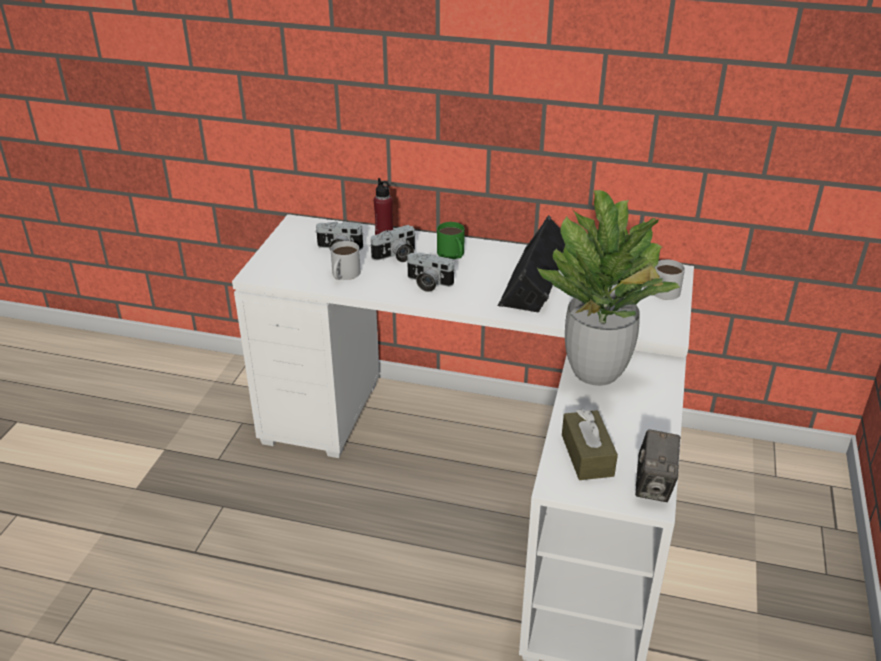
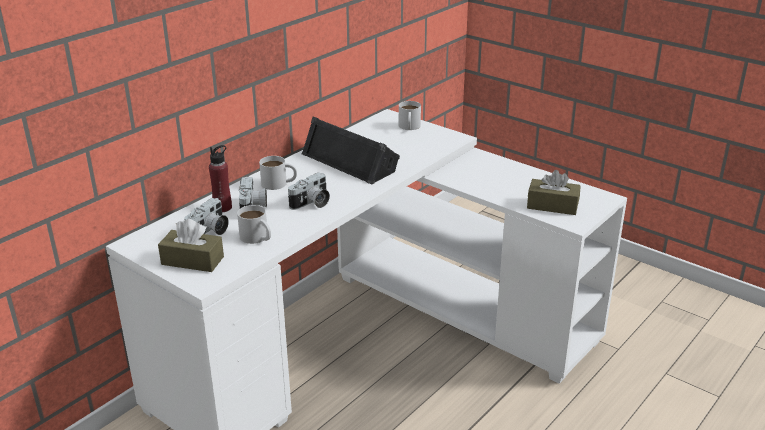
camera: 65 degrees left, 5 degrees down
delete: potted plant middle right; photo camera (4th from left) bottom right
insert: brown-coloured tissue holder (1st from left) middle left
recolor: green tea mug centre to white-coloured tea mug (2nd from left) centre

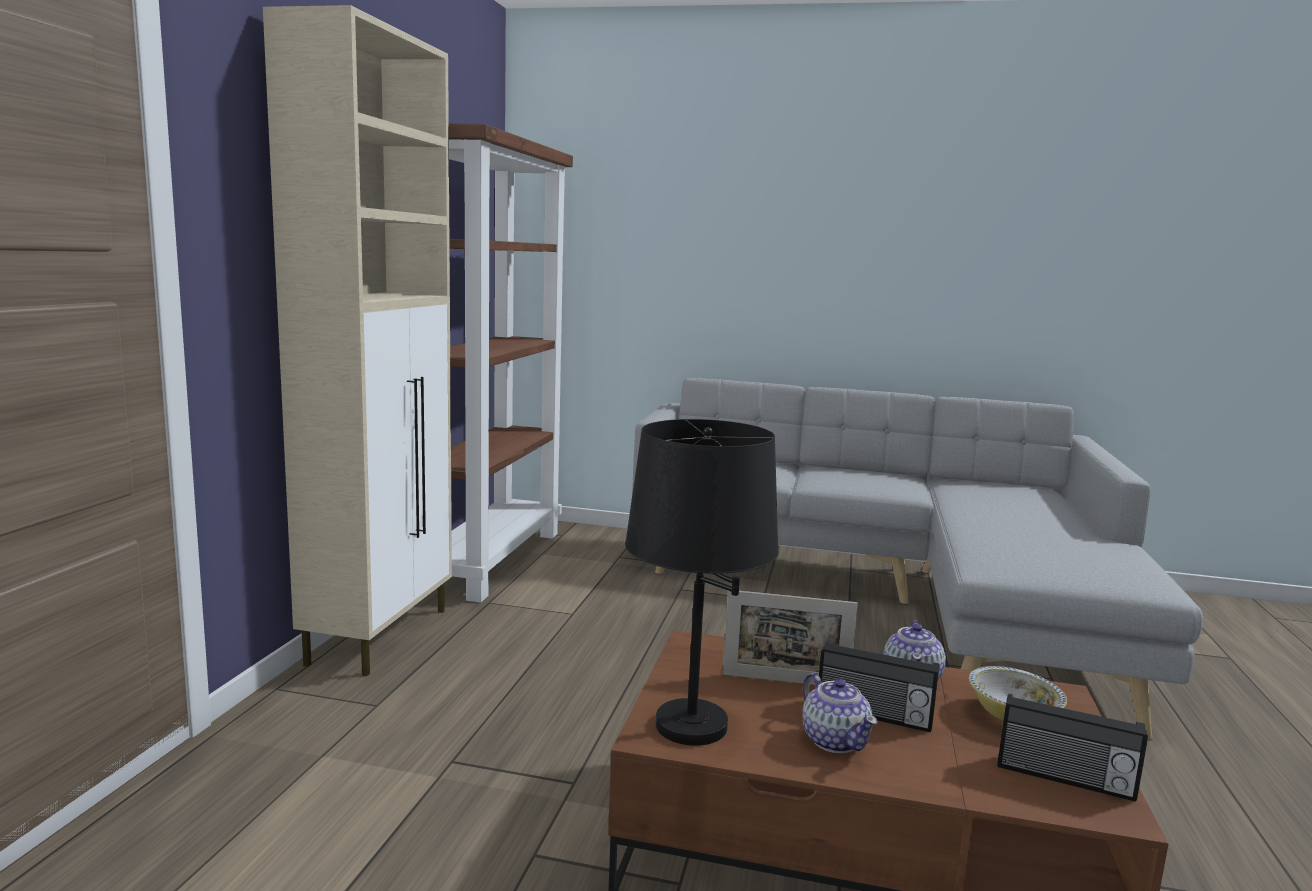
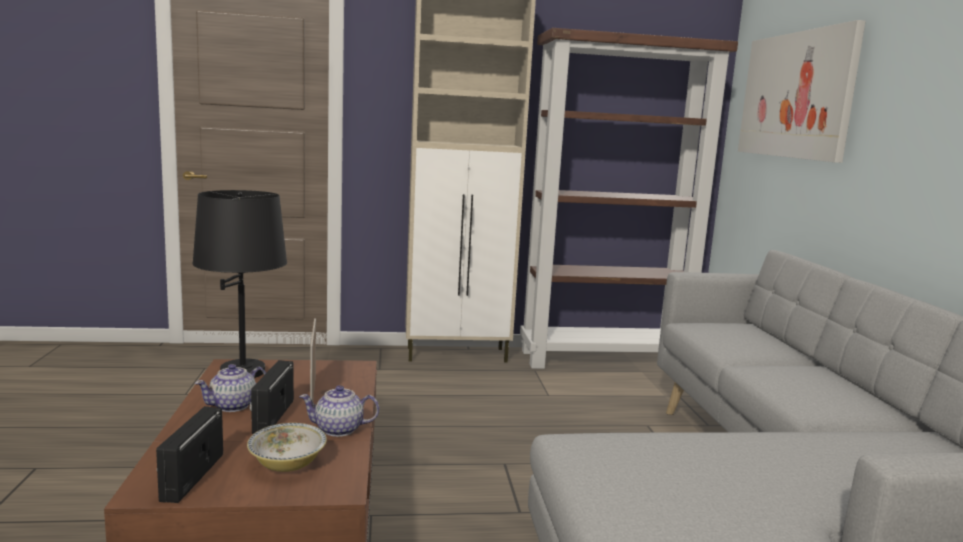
camera: 70 degrees right, 0 degrees up
insert: wall picture top right

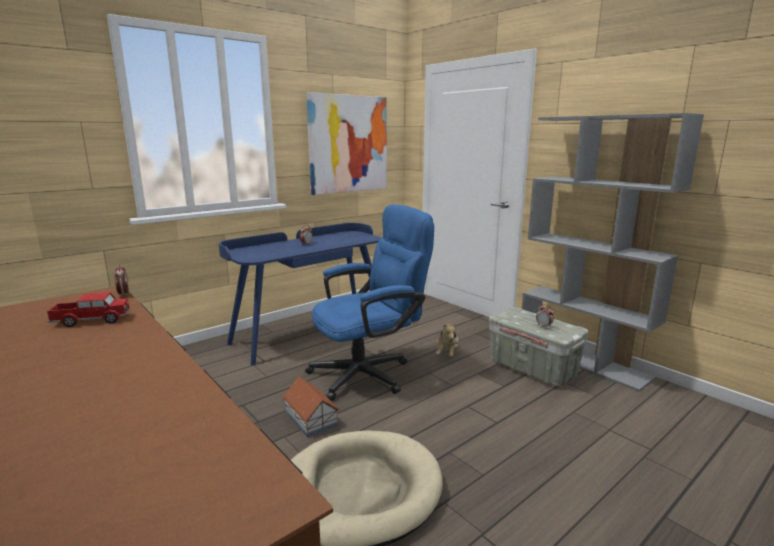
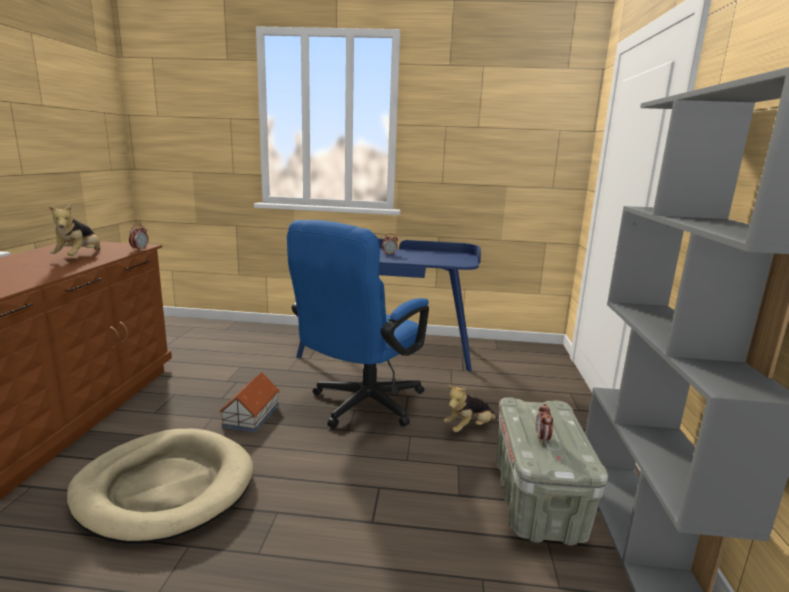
camera: 45 degrees right, 0 degrees up
delete: wall picture top centre
replace: toy lorry middle left to soft toy (1st from left) middle left
rotate: blue-coloured computer chair centre = centre 105 degrees clockwise

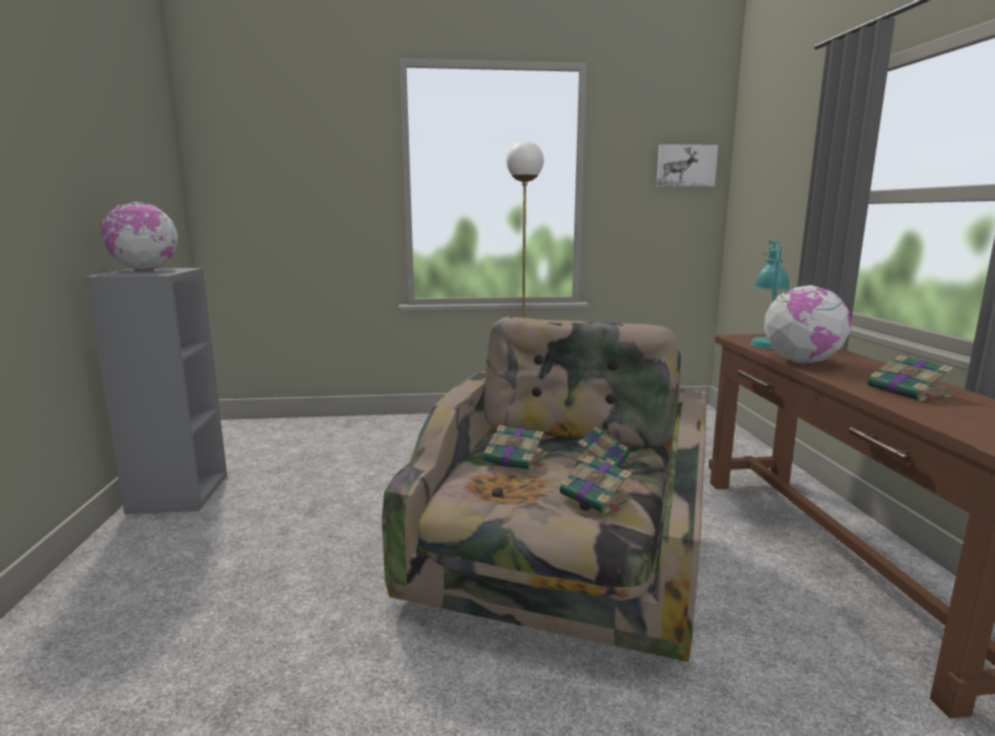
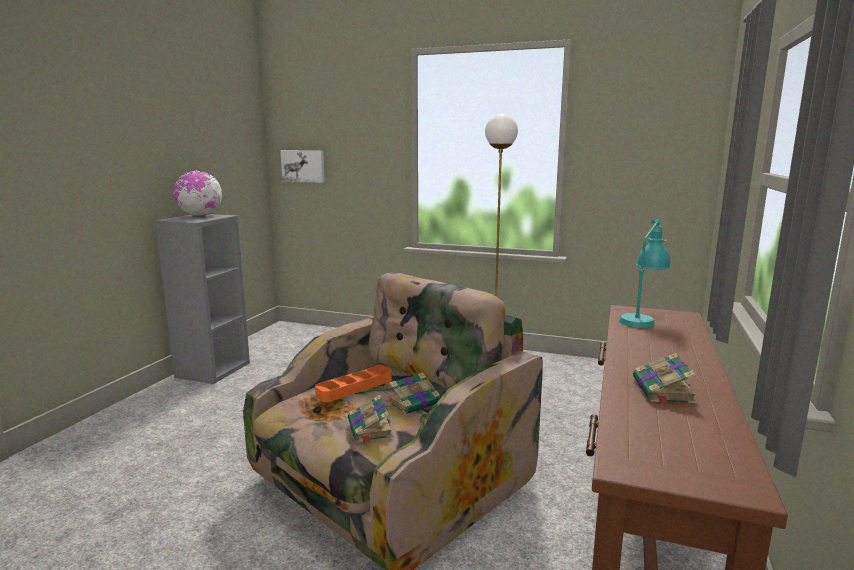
camera: 25 degrees right, 0 degrees up
delete: desk globe (2nd from left) middle right
move: wall picture top right to top centre
replace: bound book (1st from left) centre to orange-coloured carrying tray bottom centre

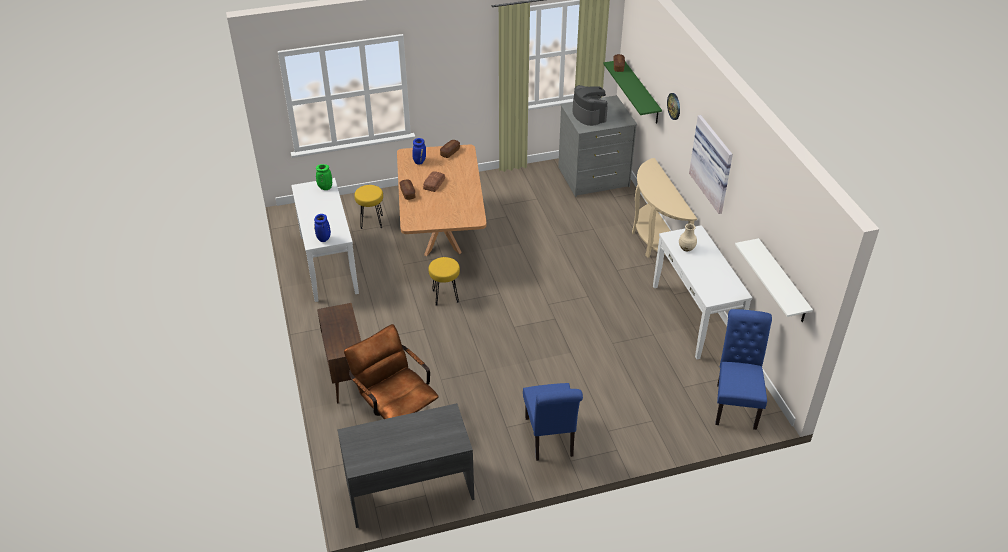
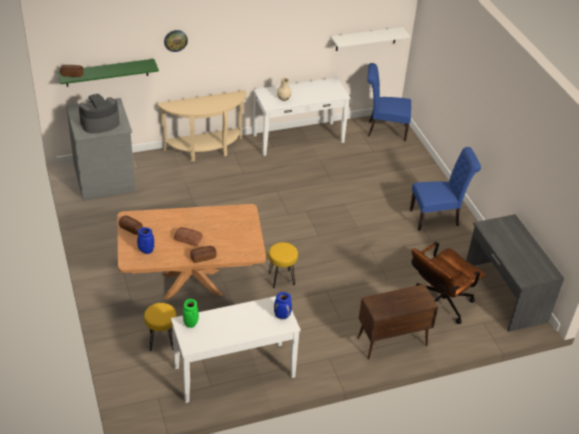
camera: 95 degrees left, 0 degrees up
delete: wall picture top right

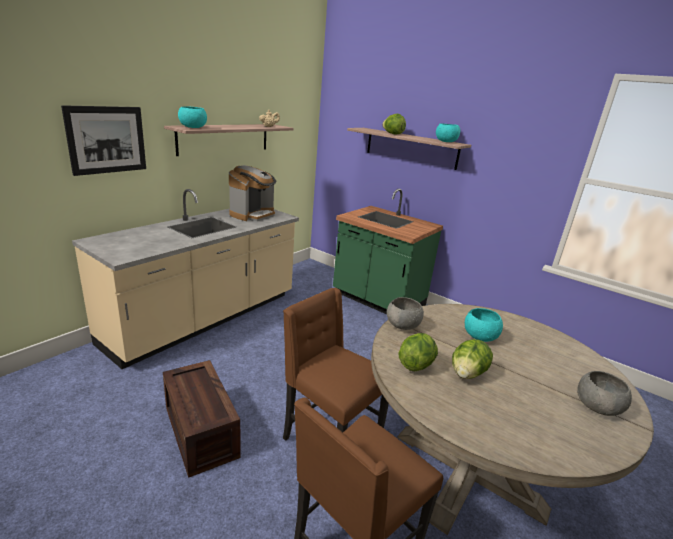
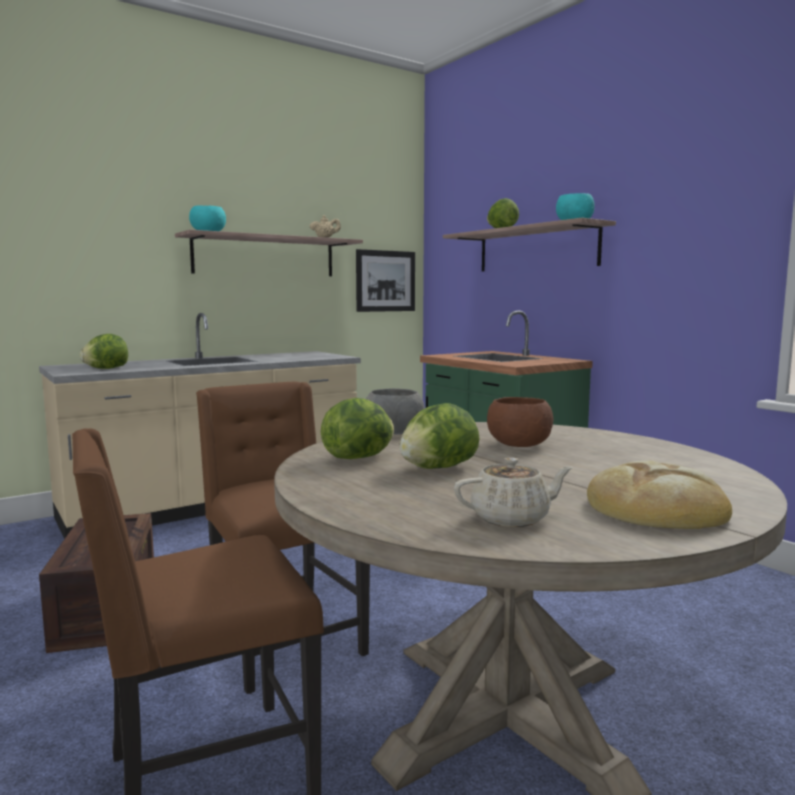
camera: 20 degrees right, 15 degrees down
delete: coffee maker centre
insert: lettuce (1st from left) middle left; sand-coloured pot for tea (2nd from left) centre
move: wall picture top left to centre
replace: greyish serving bowl (2nd from left) bottom right to bakery bread middle right
recolor: turquoise serving bowl (3rd from left) middle right to brown-coloured serving bowl centre

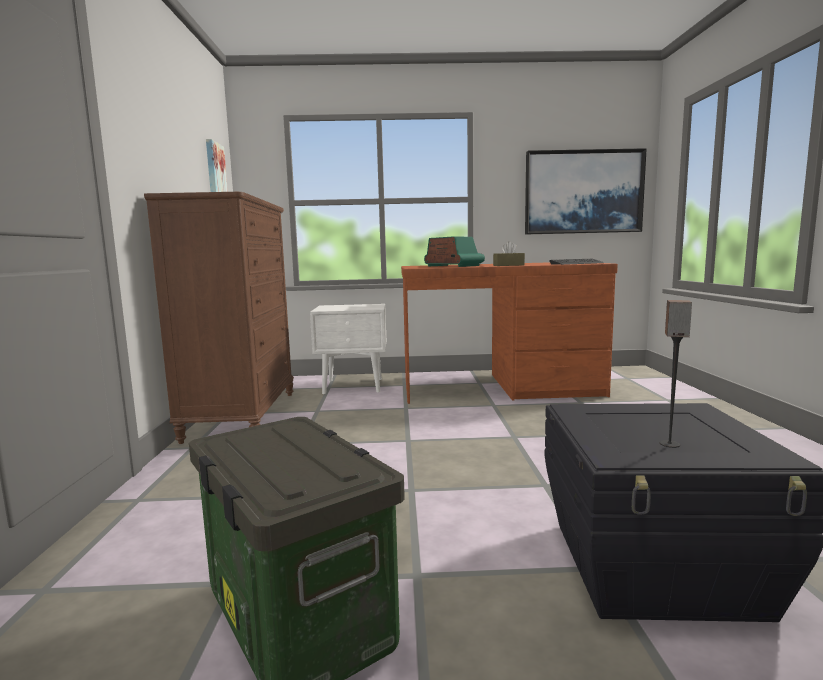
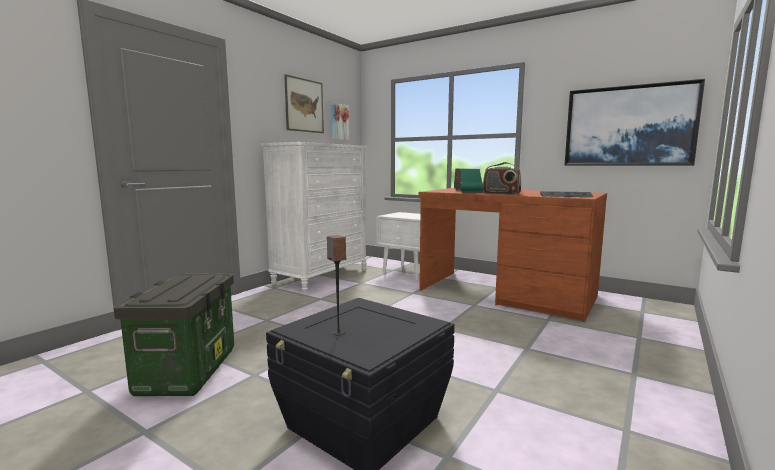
camera: 35 degrees right, 0 degrees up
insert: wall picture (1st from left) top centre
replace: brown-coloured tissue holder centre to radio receiver (2nd from left) centre
recolor: brown-coloured dresser middle left to white-coloured dresser centre

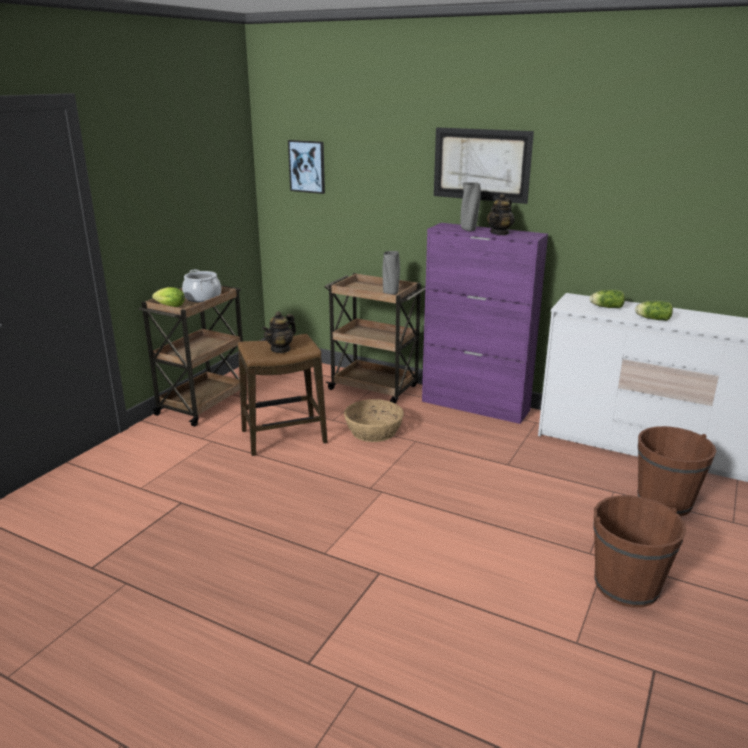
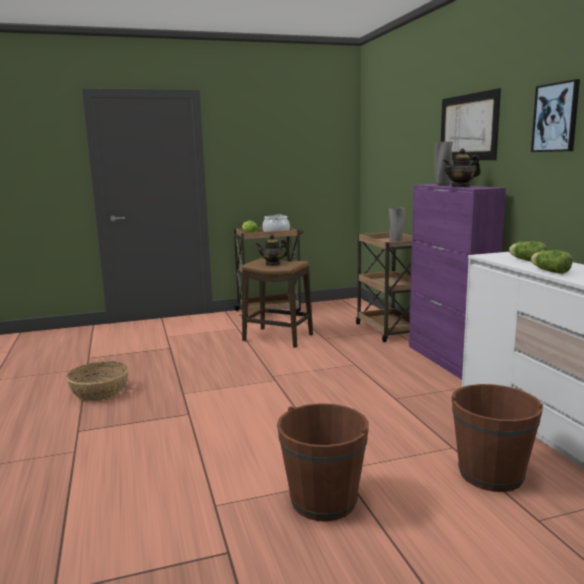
camera: 45 degrees right, 10 degrees down
move: household basket centre to middle left; wall picture (1st from left in the first image) top centre to wall picture (2nd from left) top right

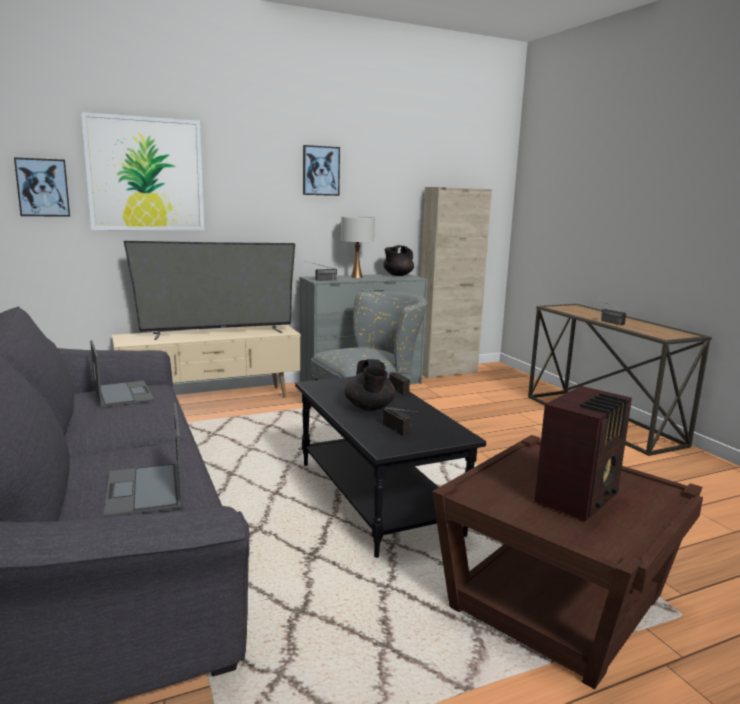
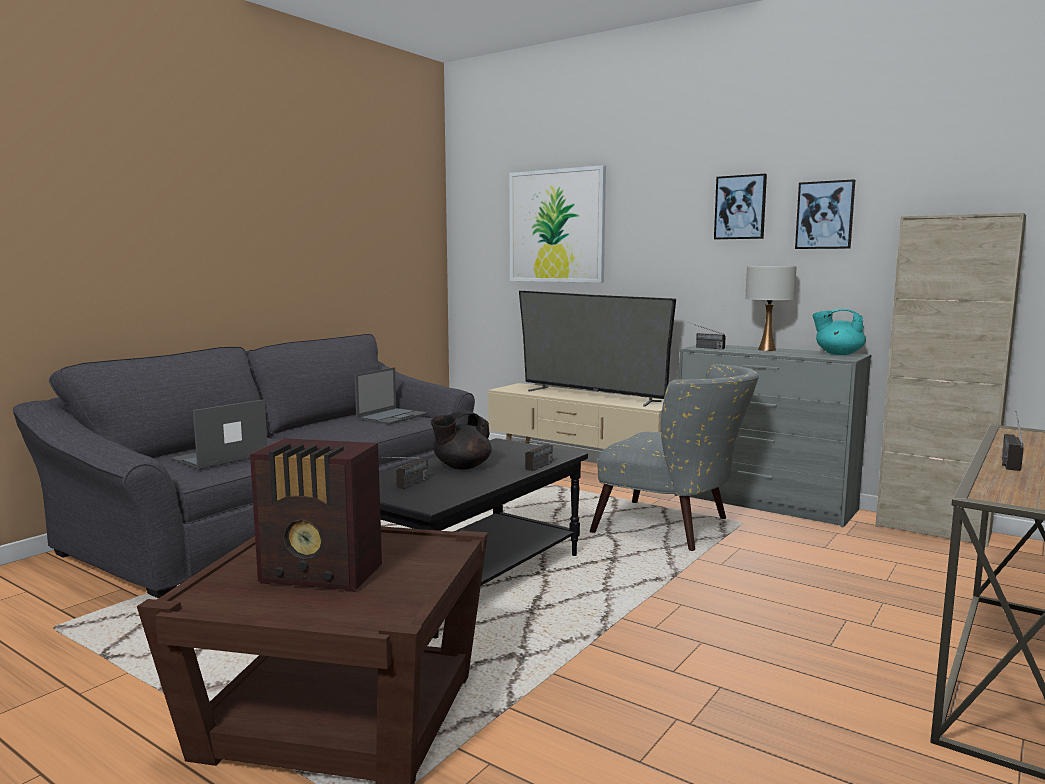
camera: 60 degrees right, 5 degrees down
move: wall picture (1st from left in the first image) top left to wall picture (3rd from left) top right
recolor: black-coloured pot for tea (2nd from left) centre to turquoise pot for tea middle right

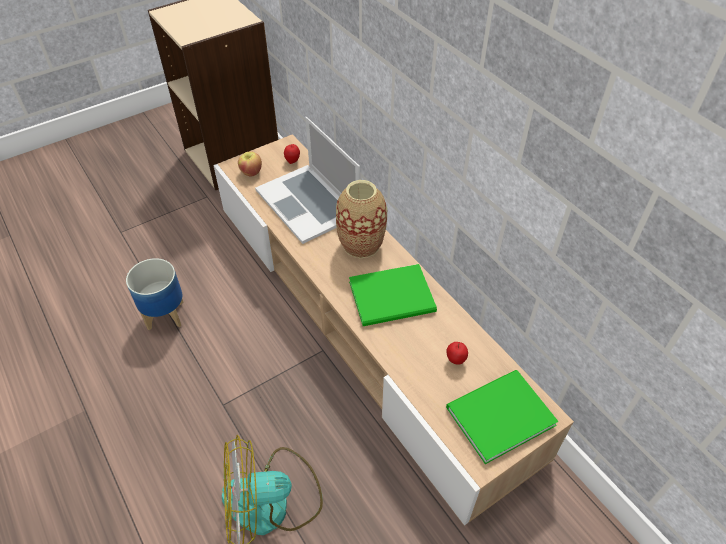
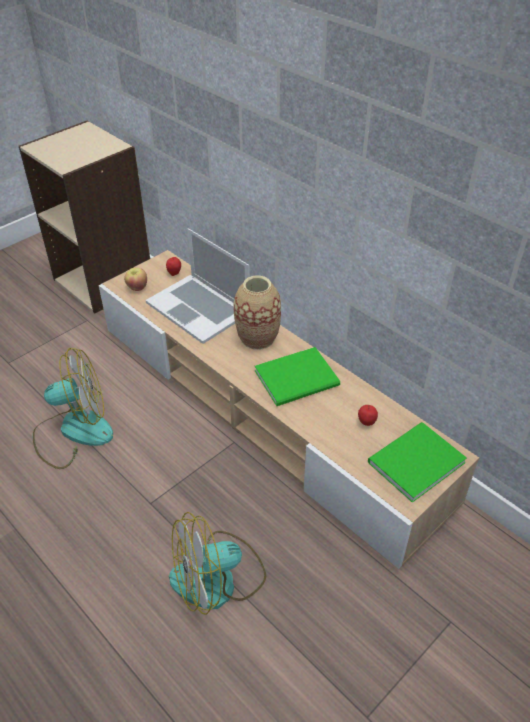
camera: 10 degrees left, 5 degrees down
replace: planter middle left to cooling fan (1st from left) middle left

